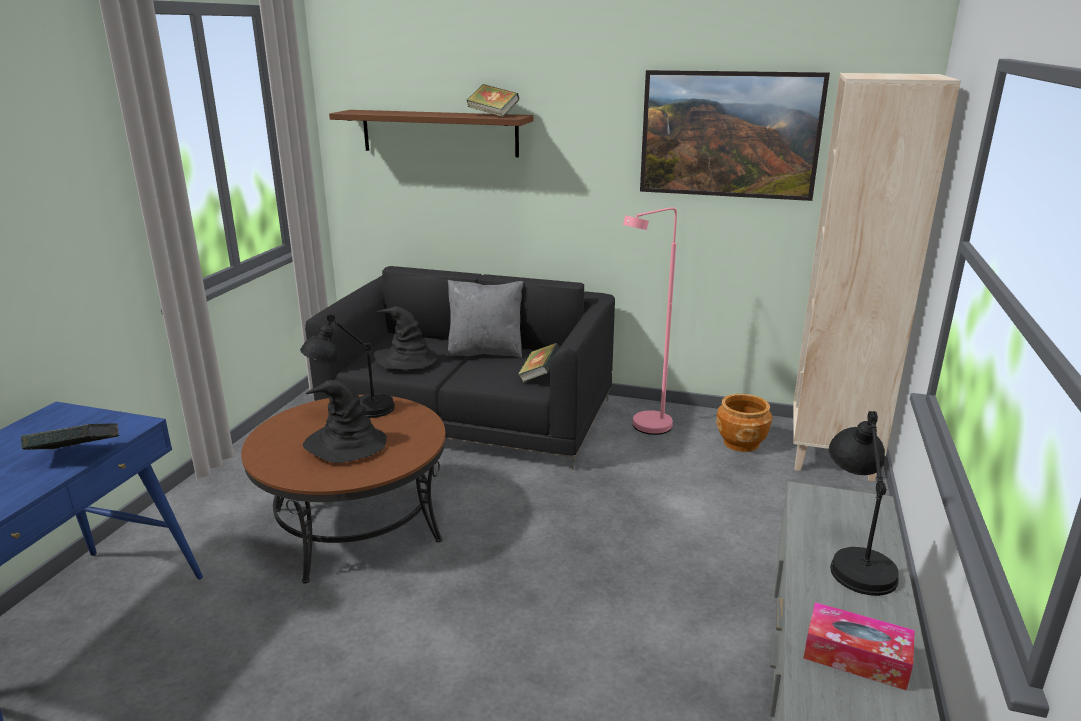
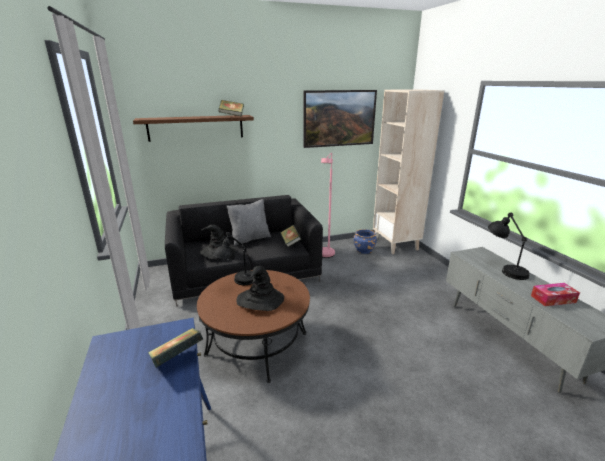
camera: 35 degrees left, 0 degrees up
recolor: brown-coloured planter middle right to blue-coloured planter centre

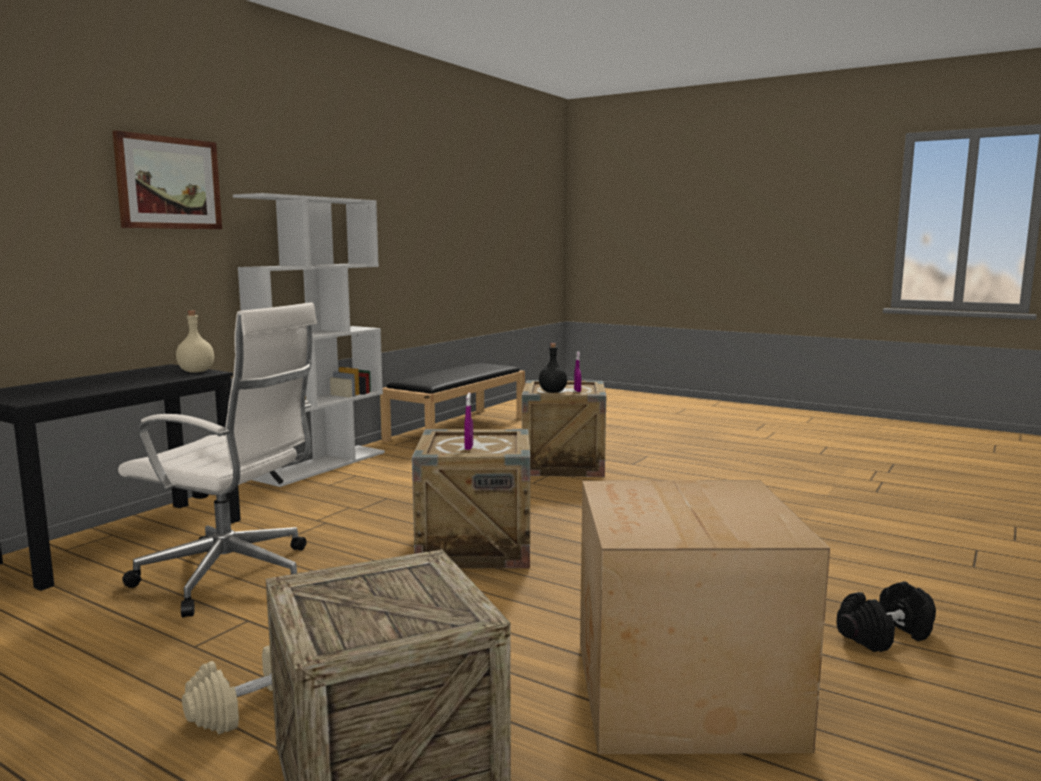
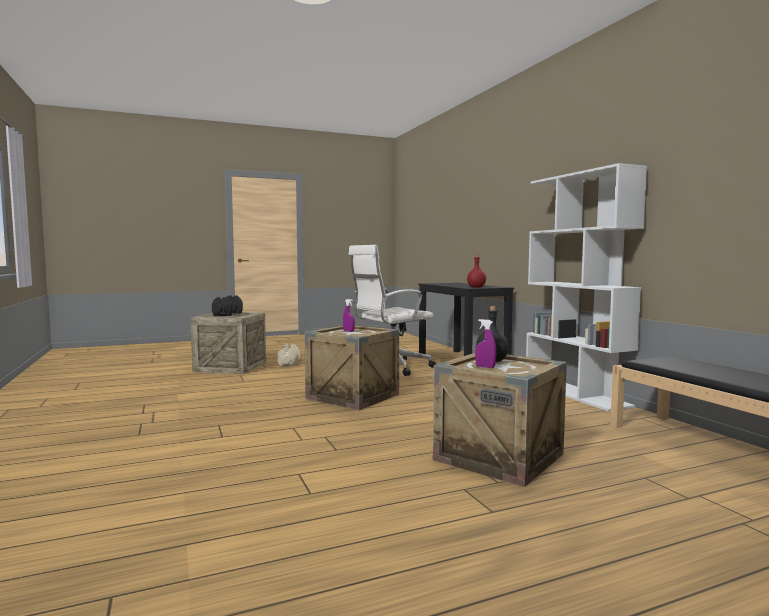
camera: 125 degrees right, 5 degrees down
delete: wall picture top left; packing box bottom right
move: black-coloured dumbbell bottom right to middle left
recolor: sand-coloured beverage bottle middle left to red beverage bottle centre

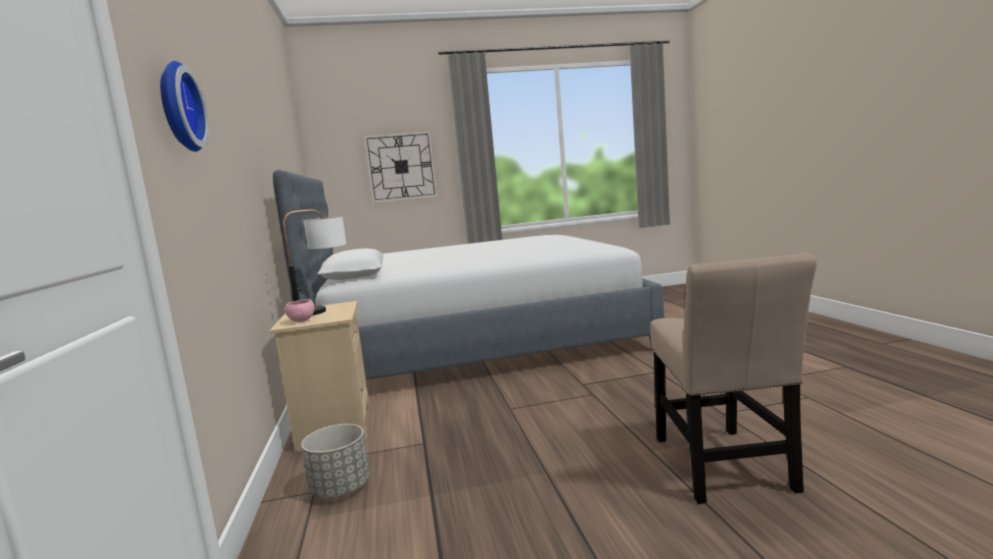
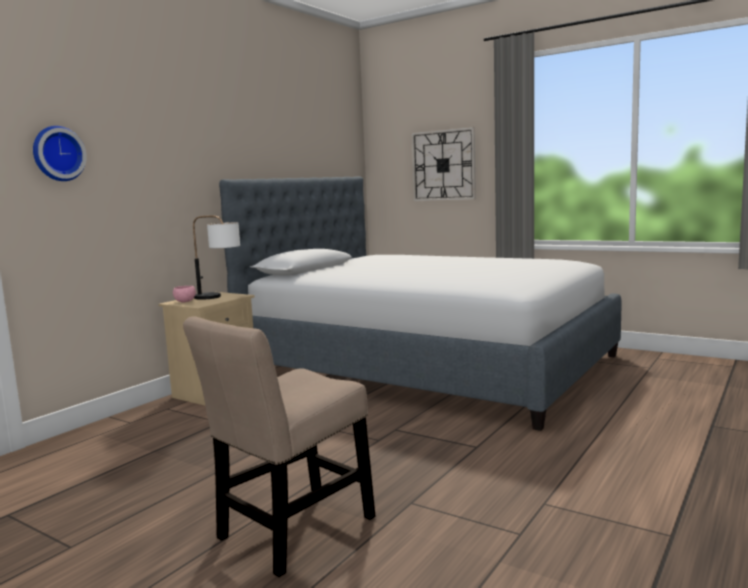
camera: 45 degrees right, 0 degrees up
delete: greyish planter bottom centre

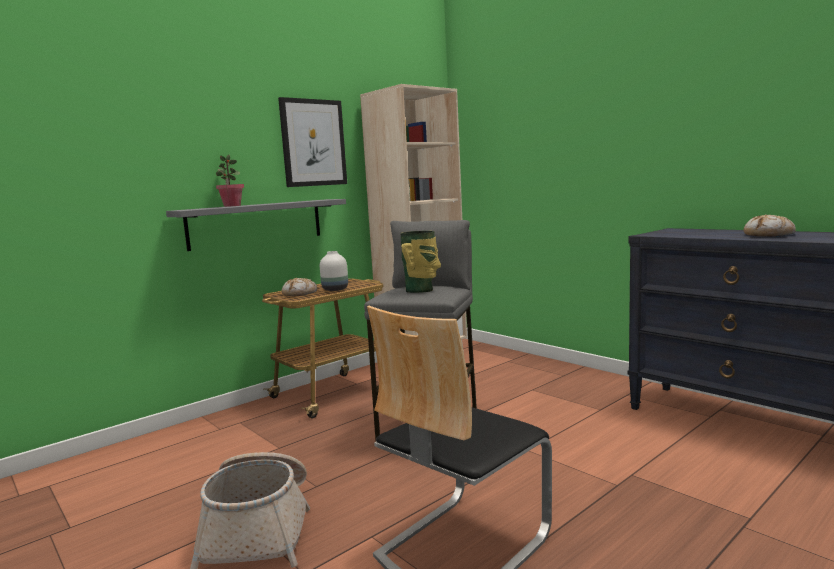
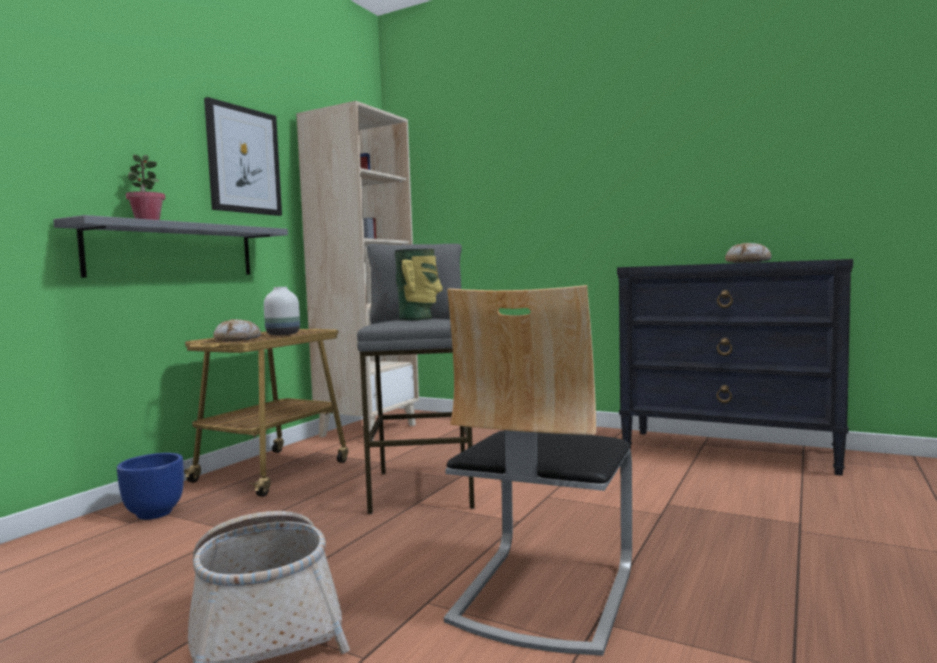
camera: 20 degrees left, 5 degrees down
insert: blue-coloured planter bottom left

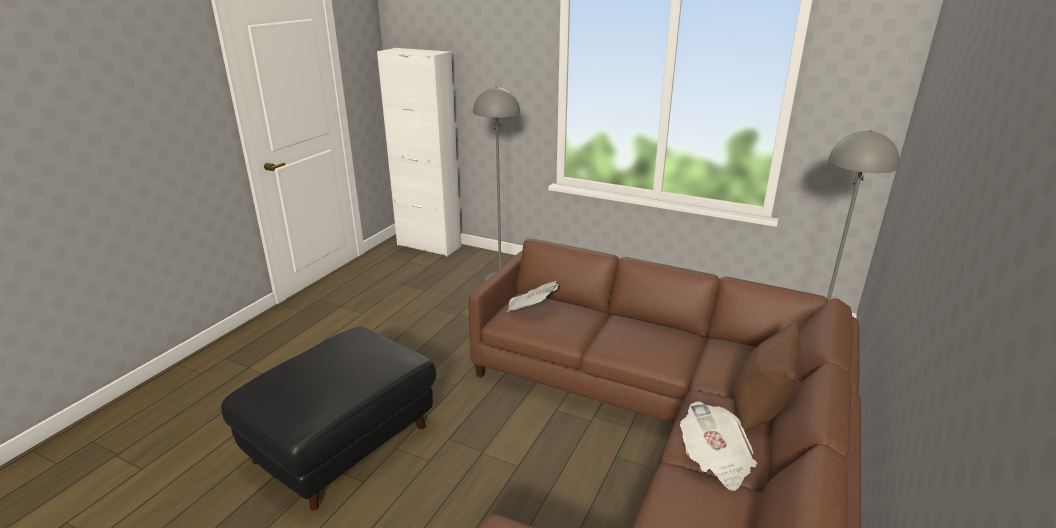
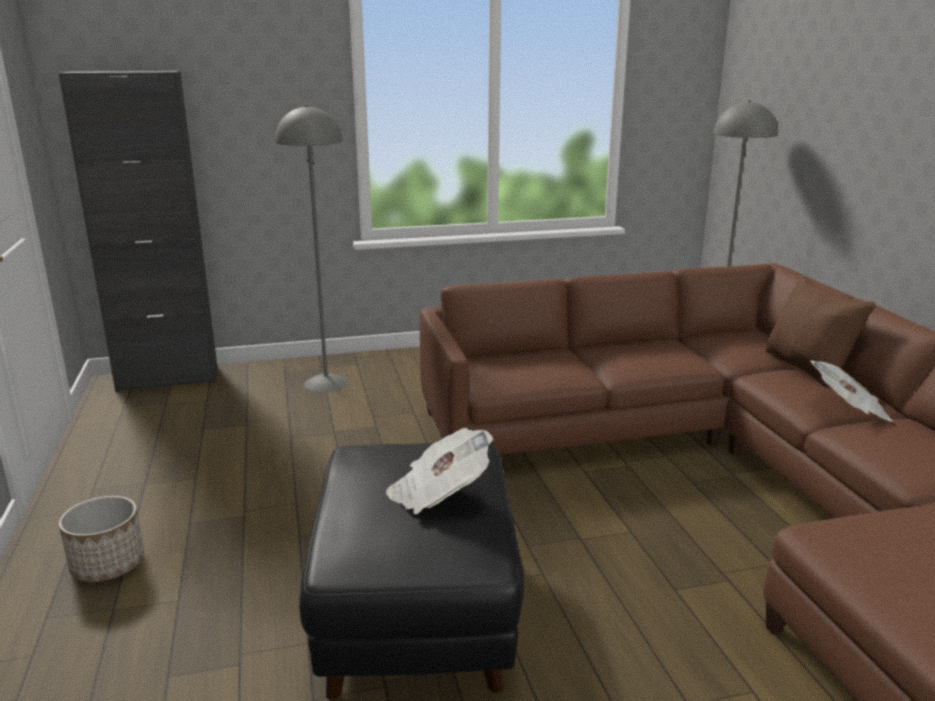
camera: 40 degrees left, 5 degrees down
insert: planter bottom left
move: daily paper (1st from left) centre to bottom centre
recolor: white-coloured cabinet top centre to black-coloured cabinet top left

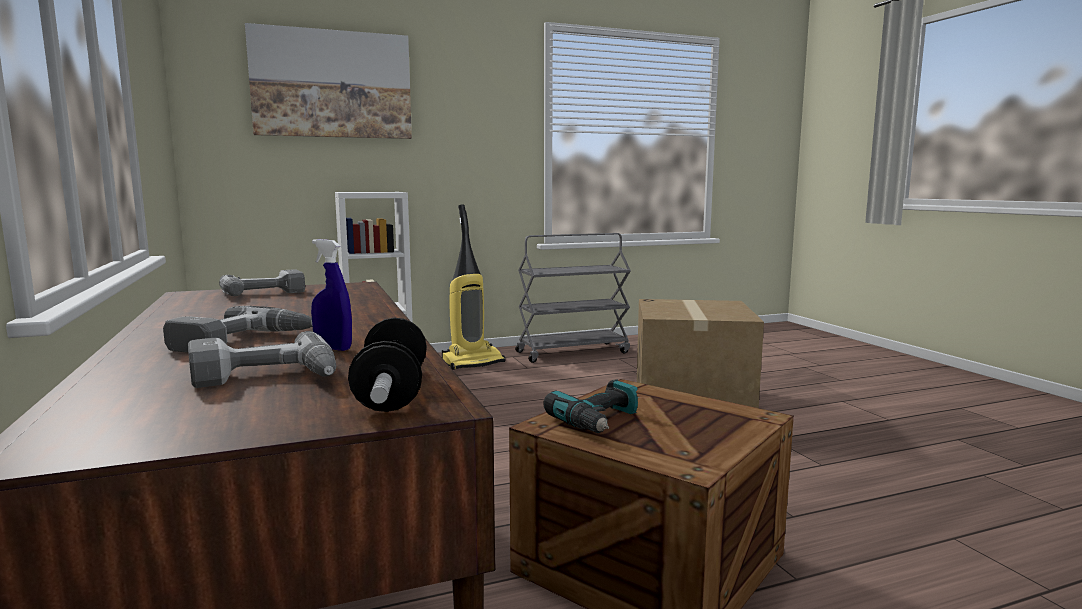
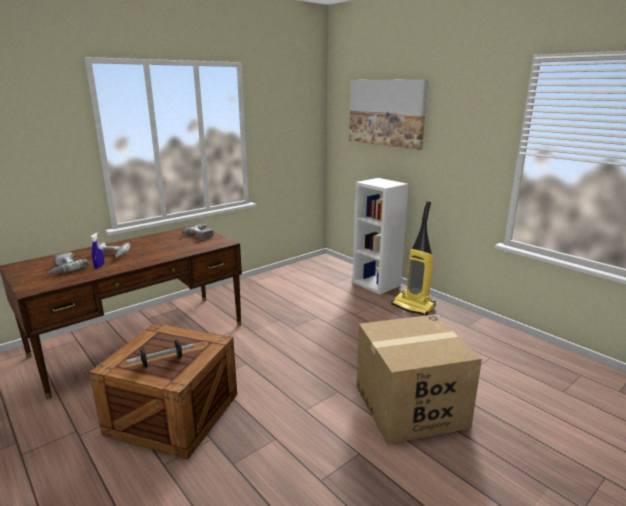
camera: 70 degrees right, 10 degrees up
delete: greyish trolley centre; electric drill (4th from left) bottom centre
move: dumbbell centre to bottom left

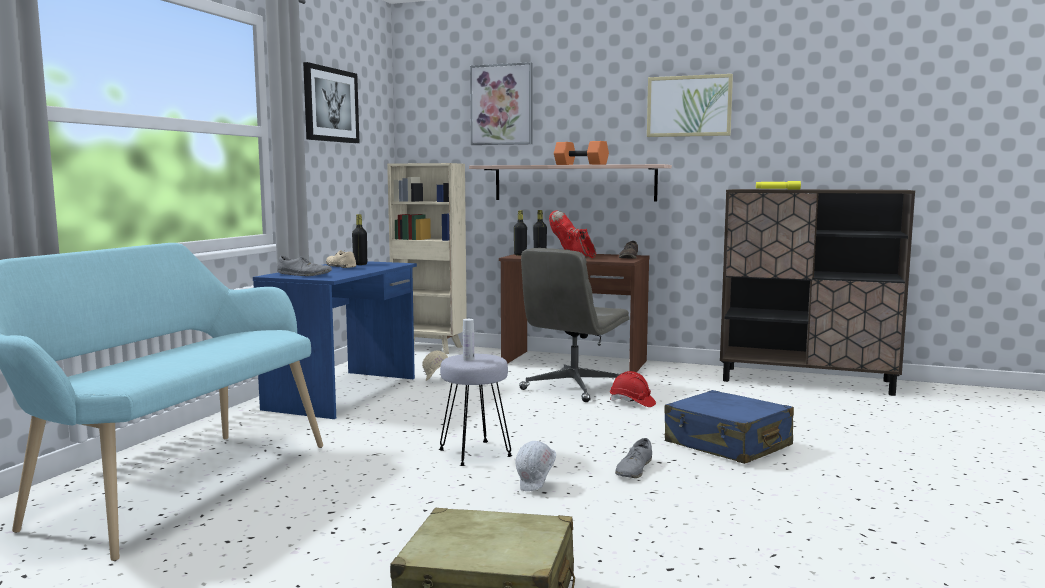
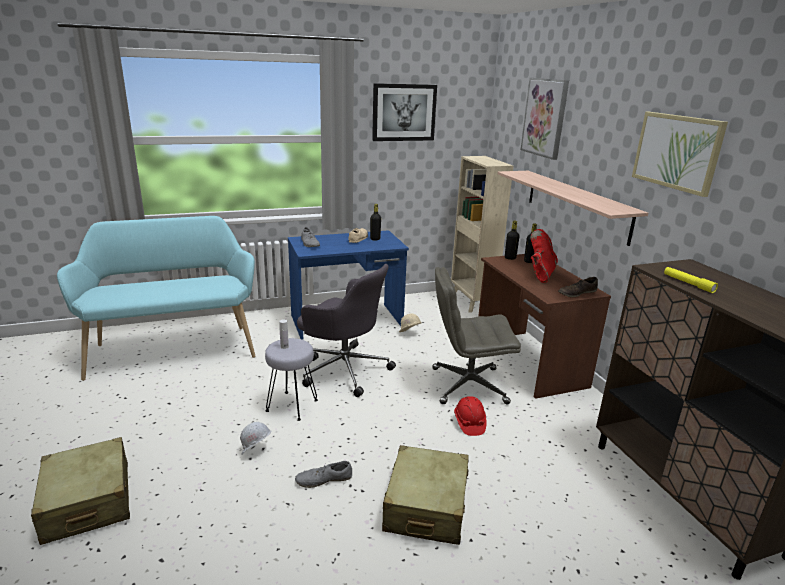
camera: 50 degrees right, 15 degrees up
delete: orange-coloured dumbbell top centre
insert: greyish computer chair (1st from left) centre
recolor: blue-coloured suitcase bottom right to sand-coloured suitcase (2nd from left) bottom centre

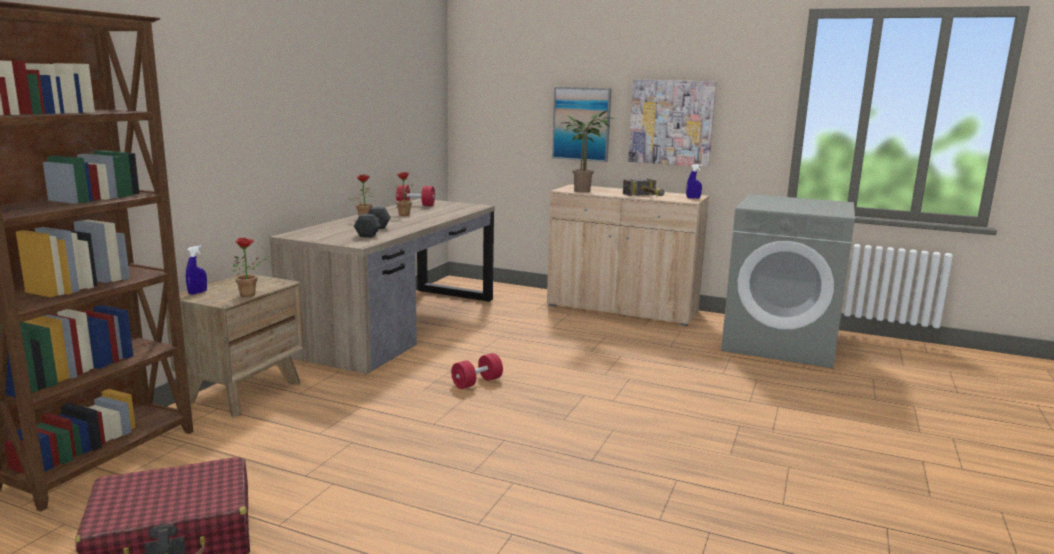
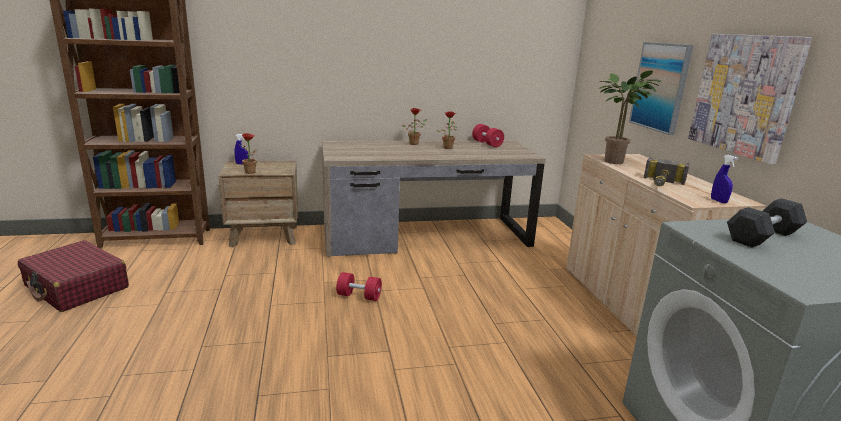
camera: 55 degrees right, 5 degrees up
move: greyish dumbbell centre to middle right

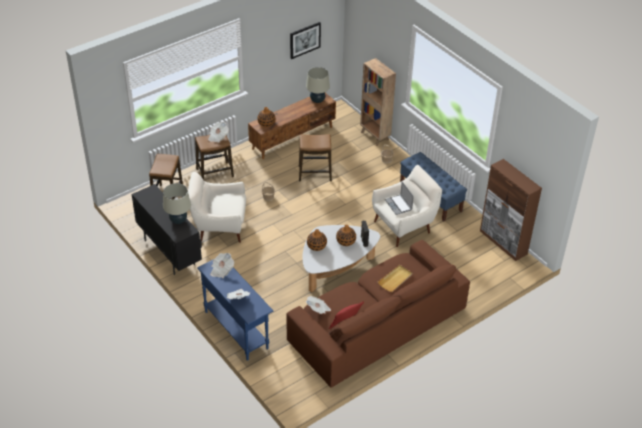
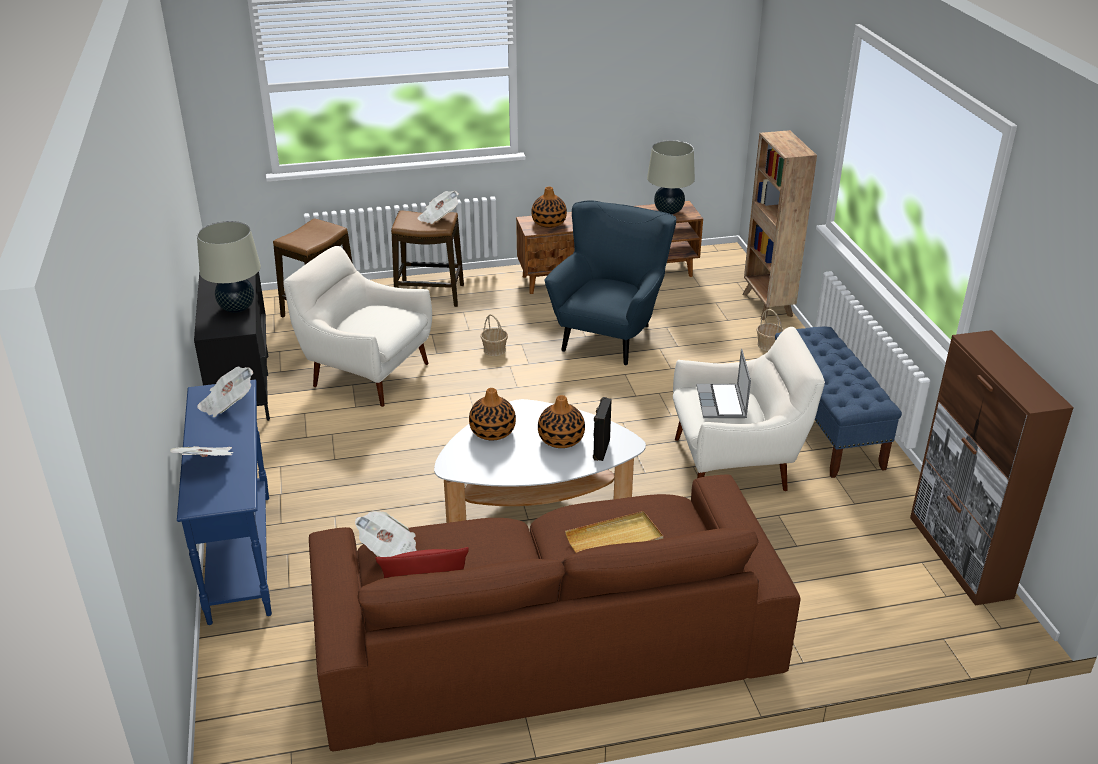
camera: 25 degrees right, 10 degrees down
delete: wall picture top centre
replace: stool (3rd from left) centre to blue-coloured easy chair centre

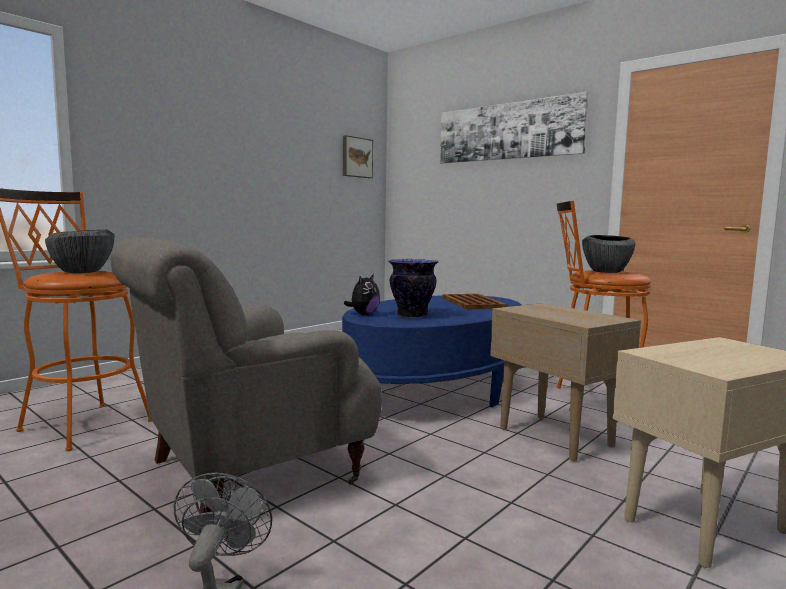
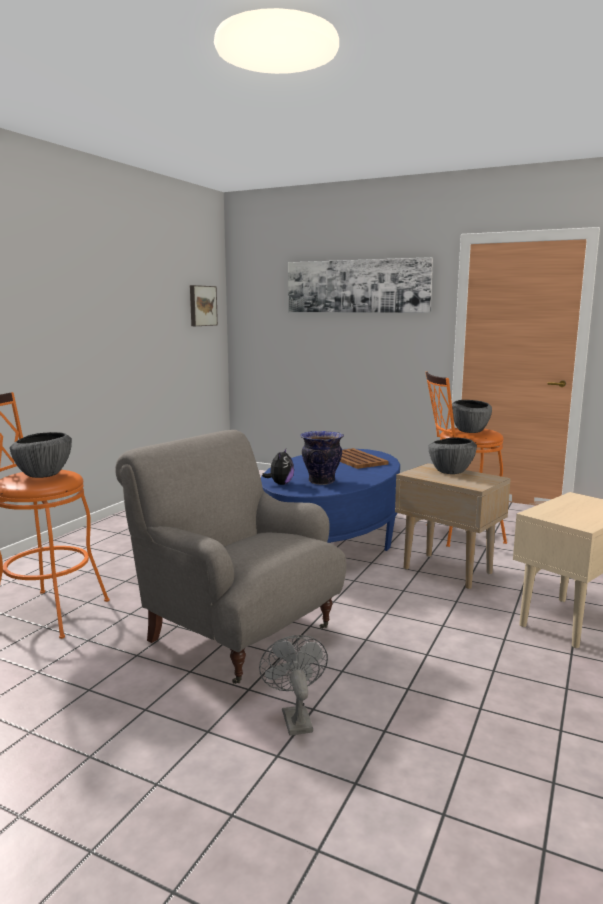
camera: 15 degrees left, 5 degrees up
insert: serving bowl (2nd from left) middle right
rotate: greyish easy chair middle left = centre 90 degrees clockwise

